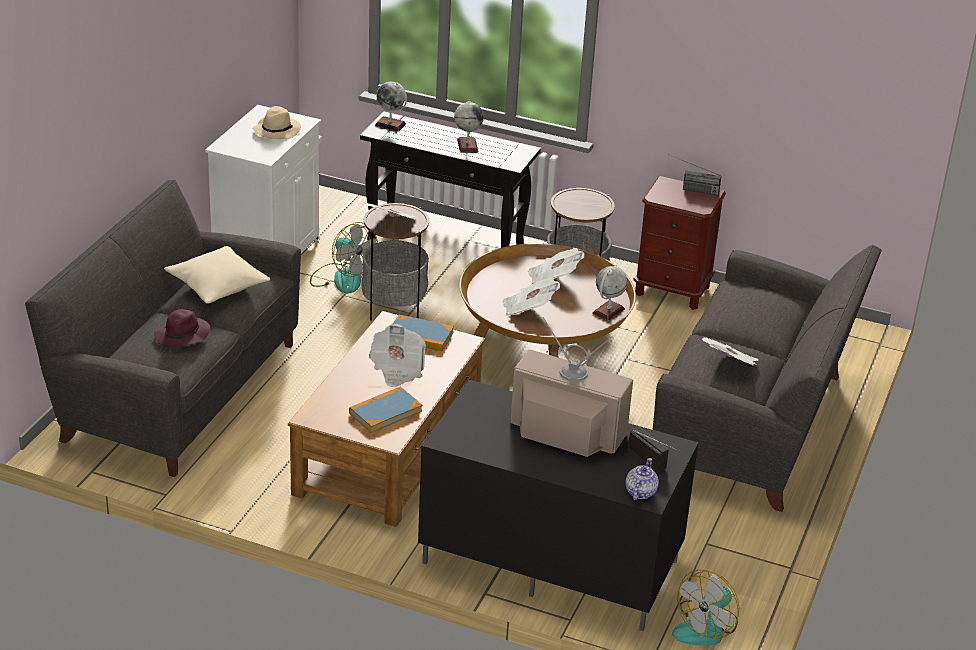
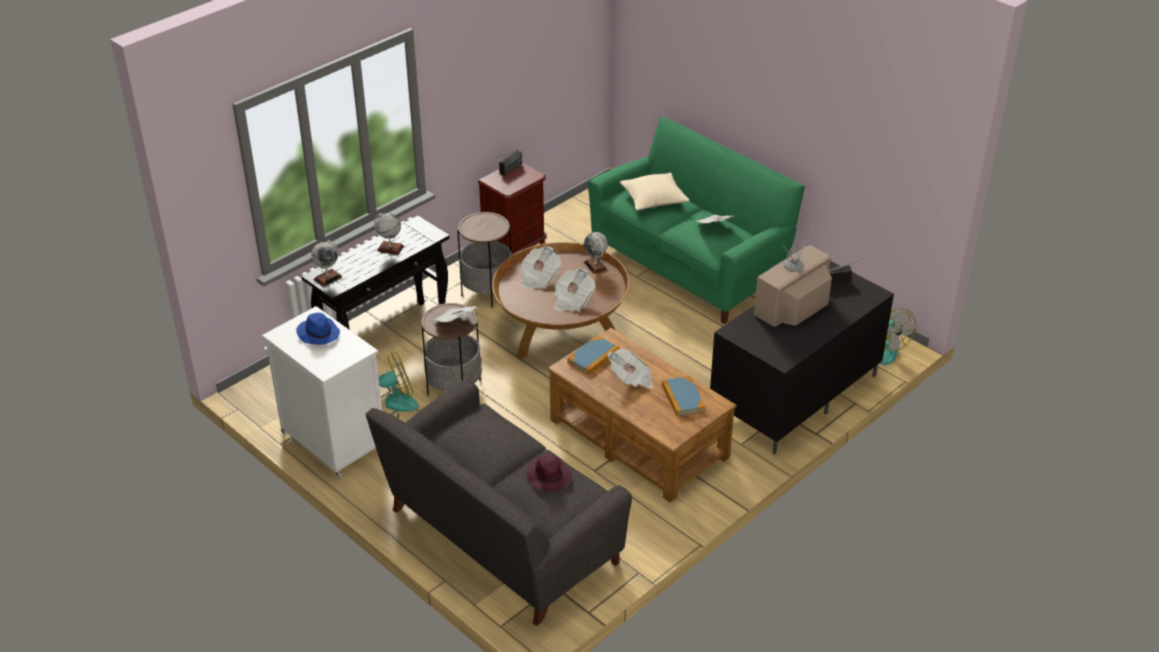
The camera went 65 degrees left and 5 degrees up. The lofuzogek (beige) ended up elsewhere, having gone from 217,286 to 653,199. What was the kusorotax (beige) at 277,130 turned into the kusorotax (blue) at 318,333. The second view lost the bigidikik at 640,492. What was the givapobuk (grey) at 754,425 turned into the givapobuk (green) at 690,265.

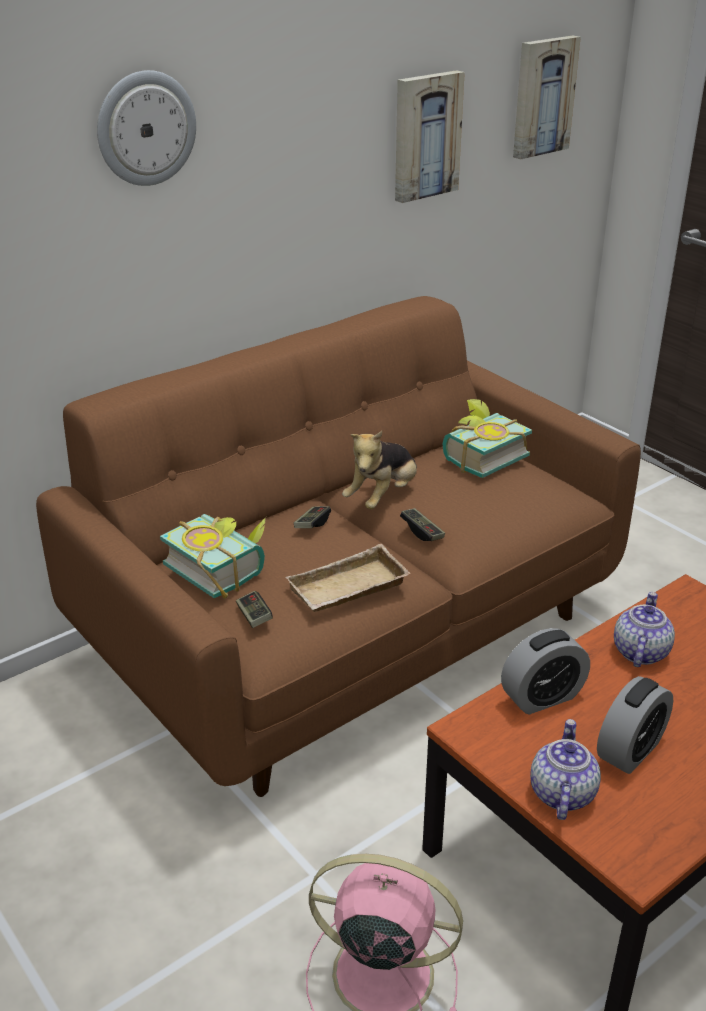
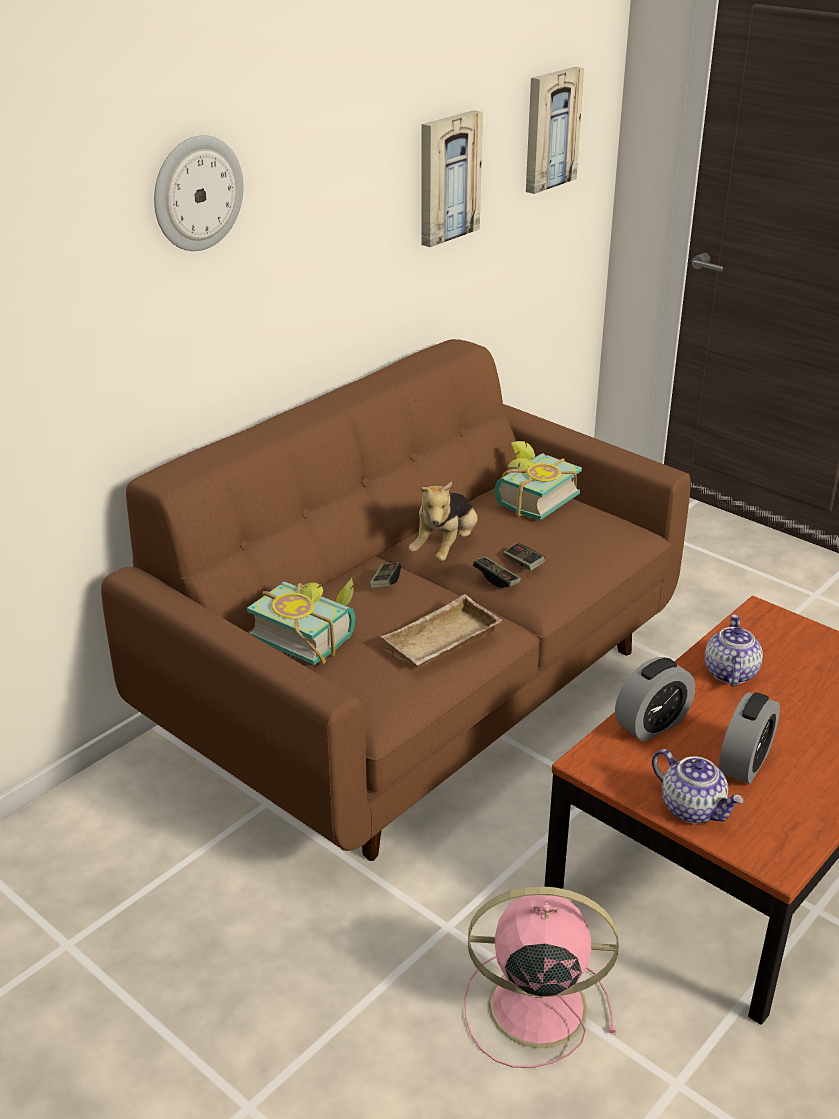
The camera went 10 degrees left and 0 degrees up. The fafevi ended up elsewhere, having gone from 254,616 to 523,563. The bigidikik at 561,793 ended up facing another way, 135 degrees clockwise from before.

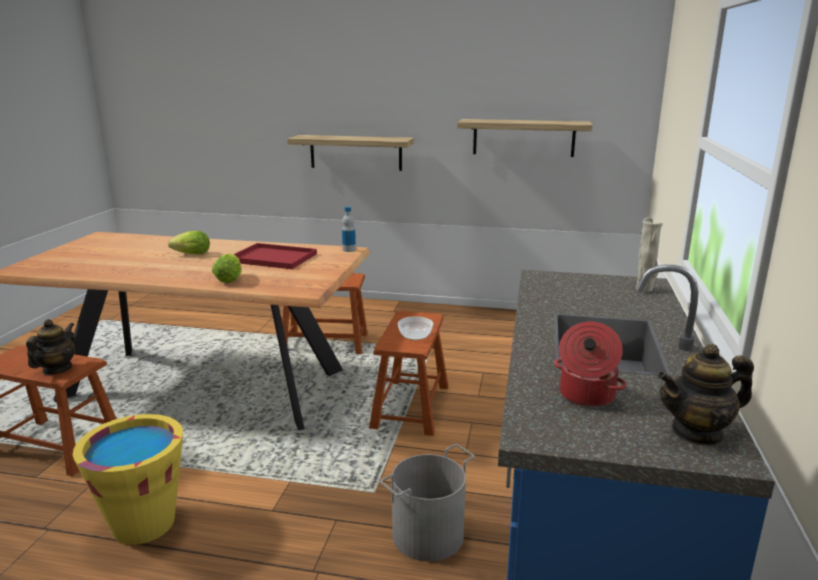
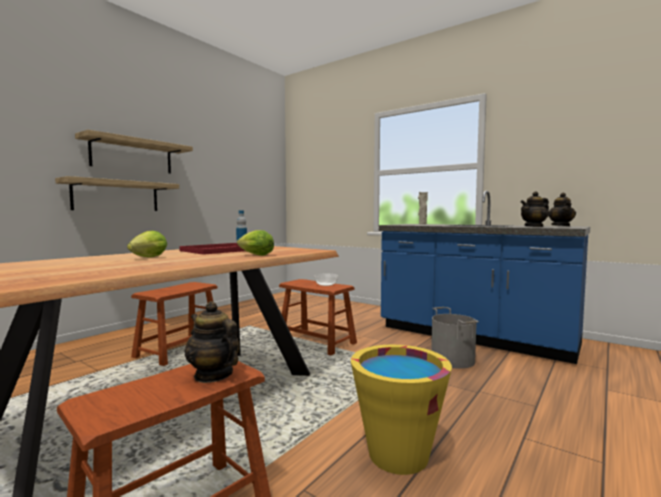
The camera went 65 degrees left and 15 degrees down. The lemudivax ended up elsewhere, having gone from 523,137 to 132,156. Where the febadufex stood at 585,396, the bigidikik came to stand at 534,226.

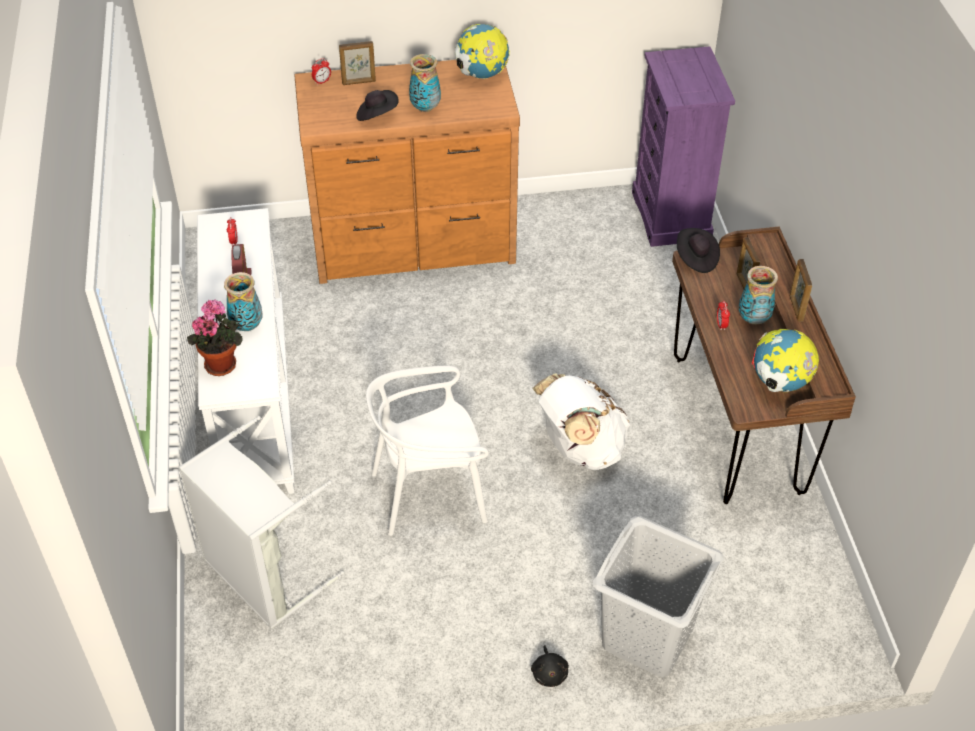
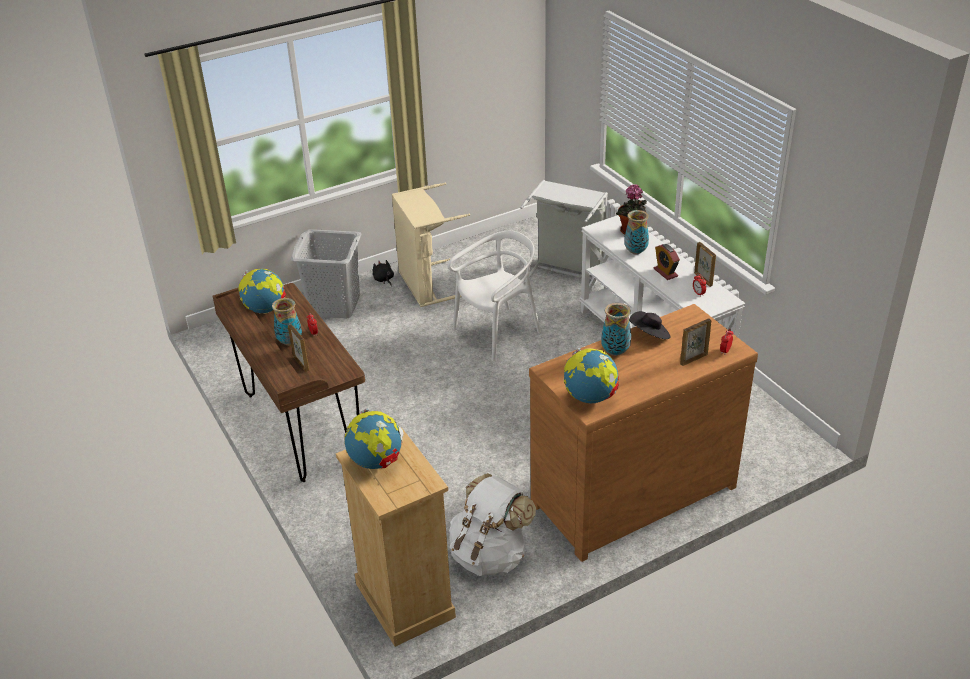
The camera went 160 degrees right and 10 degrees down. The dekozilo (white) ended up elsewhere, having gone from 580,448 to 490,554. What was the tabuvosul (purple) at 671,216 turned into the tabuvosul (beige) at 404,600. The second view lost the kusorotax (black) at 696,259. The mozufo ended up elsewhere, having gone from 796,308 to 703,279. The second view gained the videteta at 376,462. The second view gained the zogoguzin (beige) at 427,285.

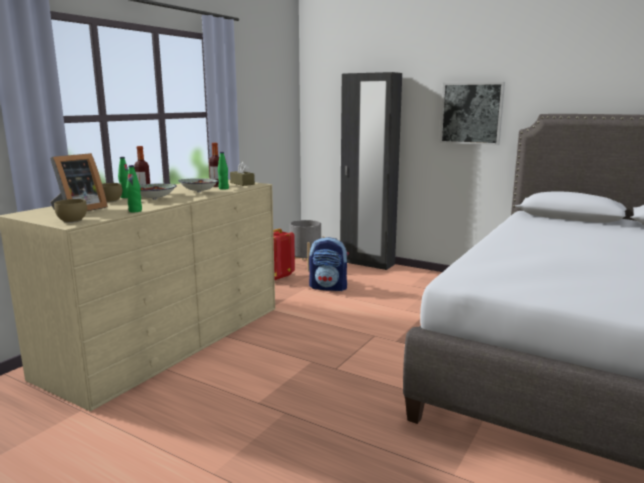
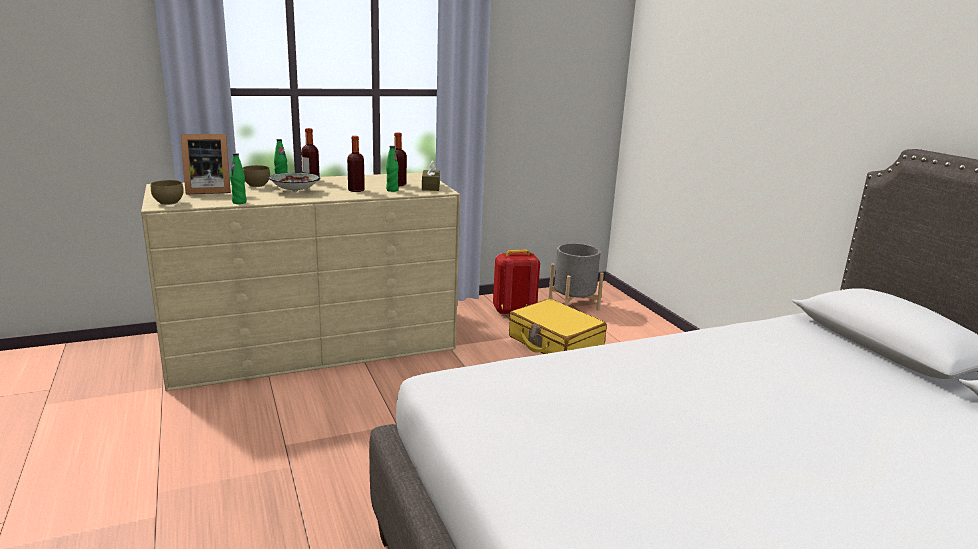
The camera went 35 degrees right and 5 degrees up. Where the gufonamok stood at 198,192, the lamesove came to stand at 356,190. Where the dekozilo stood at 329,287, the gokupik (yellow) came to stand at 555,343. The second view lost the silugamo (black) at 367,263. The second view lost the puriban at 471,113.

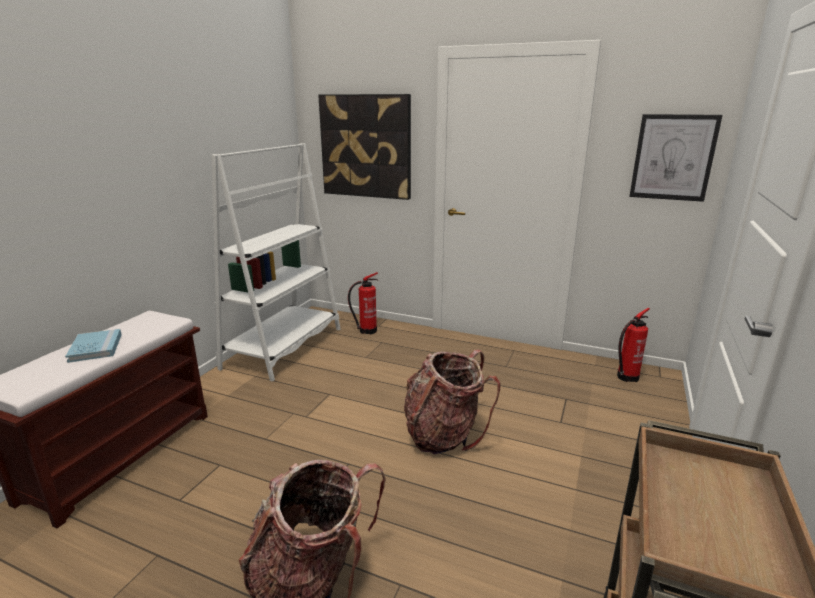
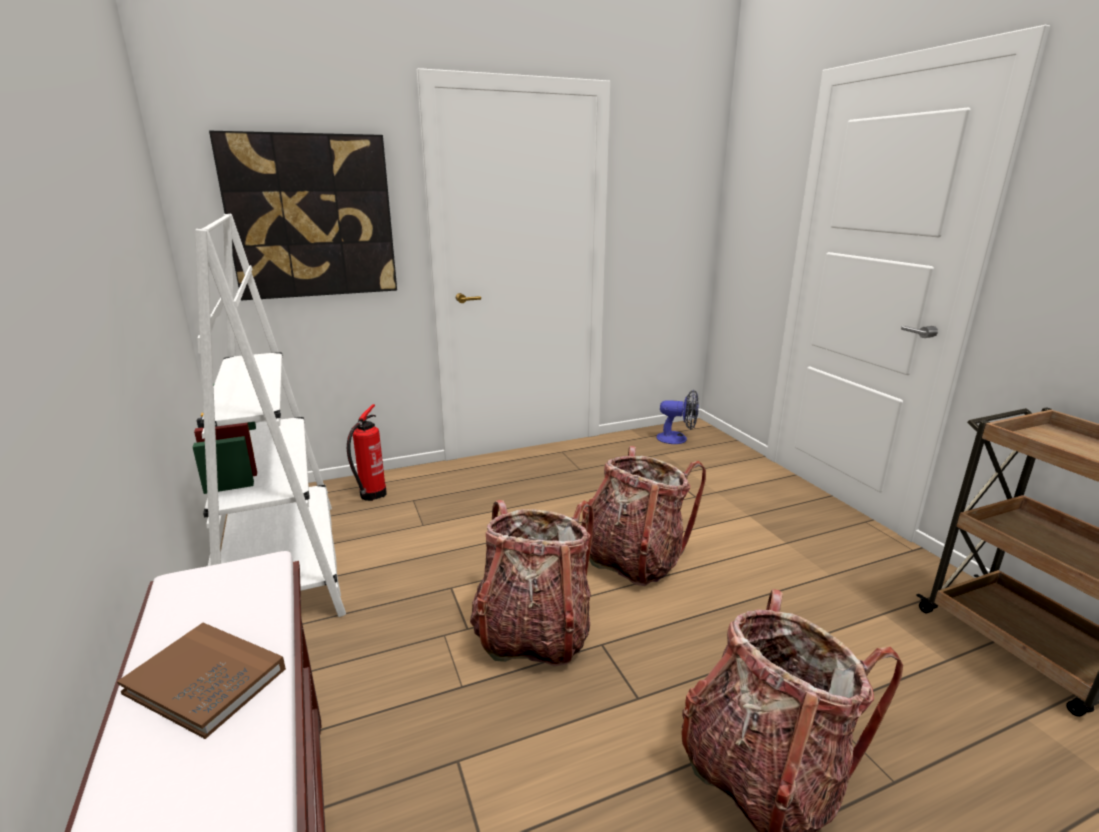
The camera went 45 degrees left and 0 degrees up. What was the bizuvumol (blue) at 95,347 turned into the bizuvumol (brown) at 205,681. Where the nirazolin stood at 626,377, the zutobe came to stand at 677,439. The second view lost the puriban at 673,157. The second view gained the dekozilo at 533,633.

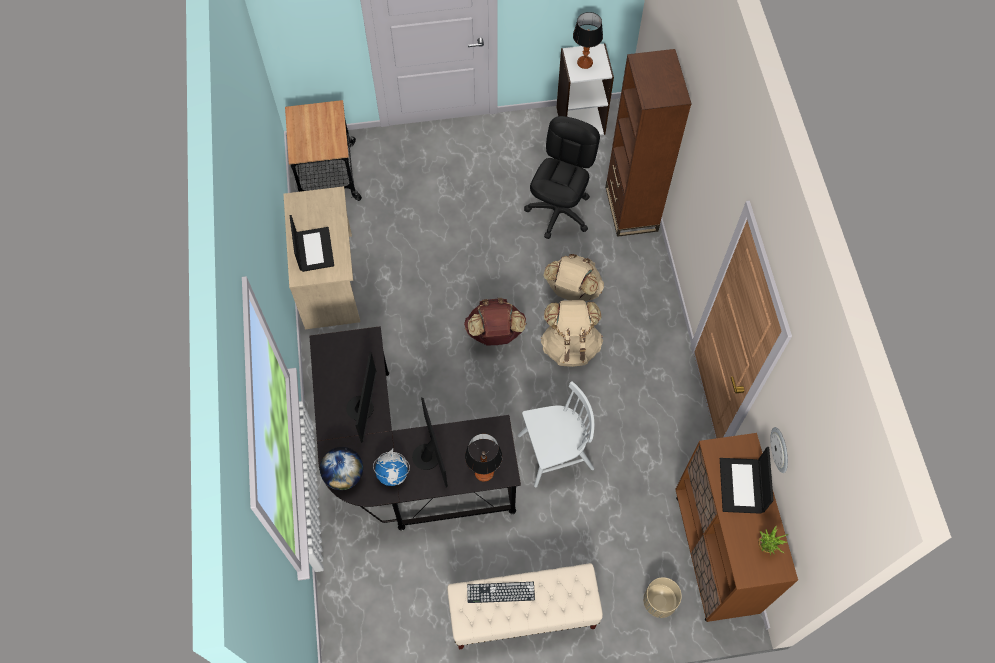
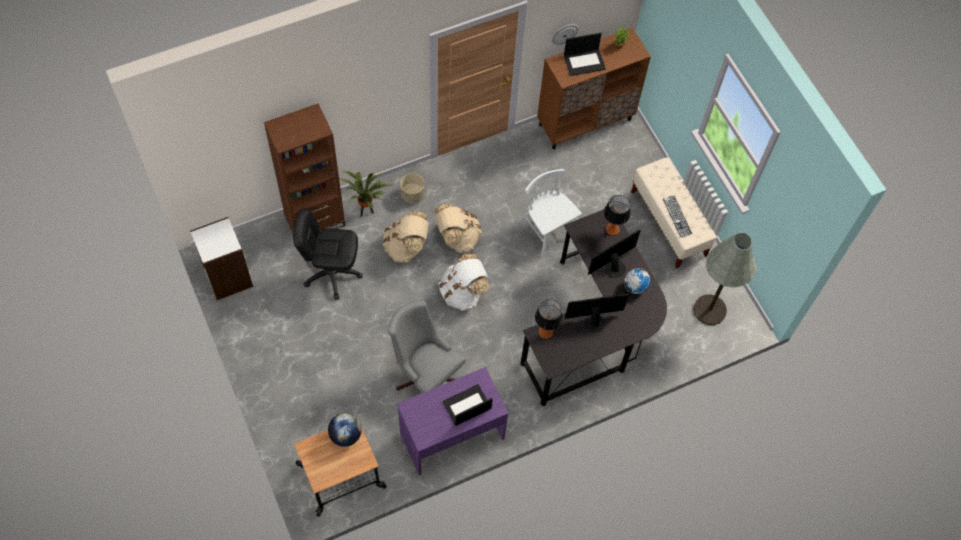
The camera went 110 degrees left and 0 degrees up. What was the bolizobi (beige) at 330,280 turned into the bolizobi (purple) at 451,435. The videteta ended up elsewhere, having gone from 344,475 to 345,435. What was the dekozilo (brown) at 495,334 turned into the dekozilo (white) at 463,293. The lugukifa ended up elsewhere, having gone from 585,63 to 545,332. The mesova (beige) ended up elsewhere, having gone from 659,602 to 412,195. The second view gained the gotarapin at 366,212. The second view gained the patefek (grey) at 425,374. The second view gained the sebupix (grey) at 709,310.

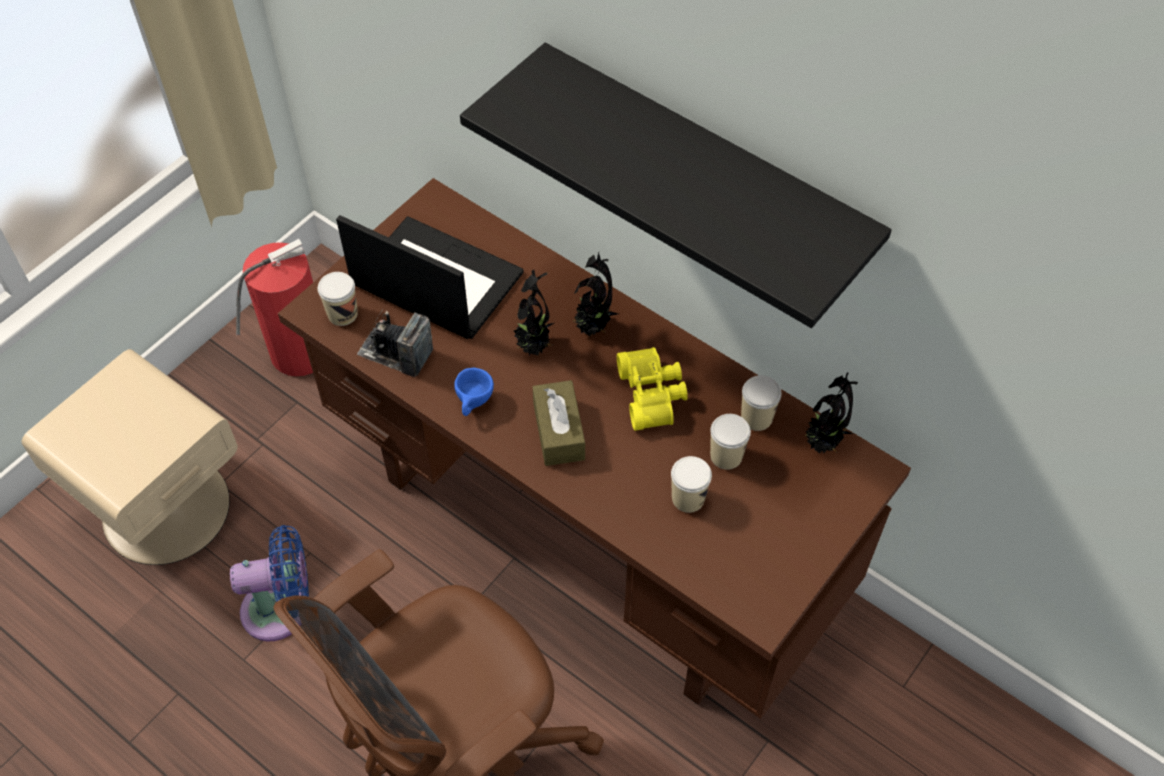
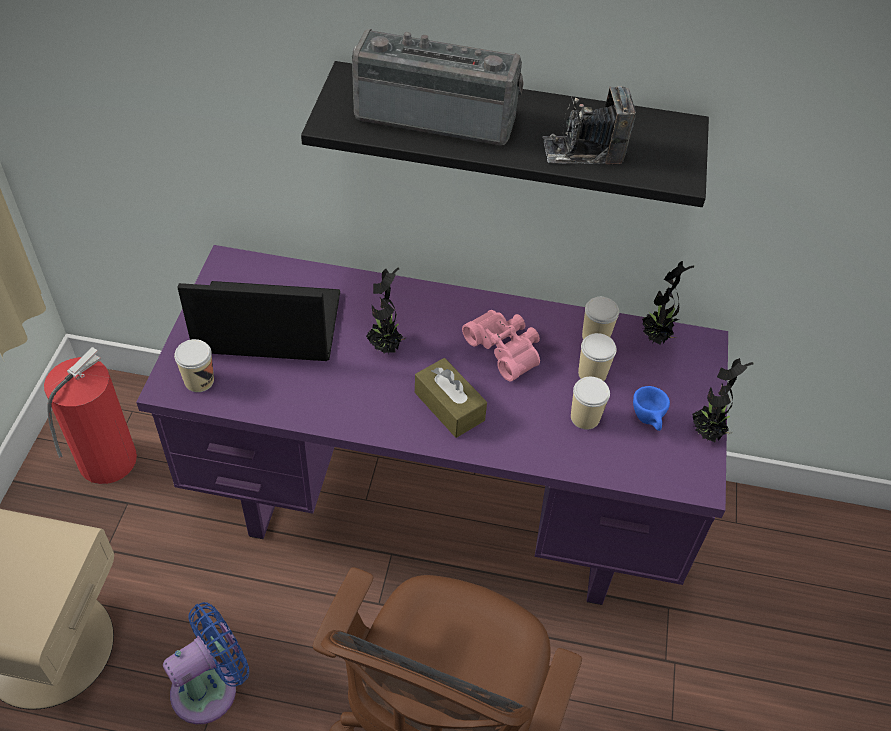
The camera went 30 degrees left and 5 degrees down. What was the bolizobi (brown) at 585,534 turned into the bolizobi (purple) at 437,510. The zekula ended up elsewhere, having gone from 396,353 to 583,150. The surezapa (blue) ended up elsewhere, having gone from 474,405 to 648,421. The gotarapin ended up elsewhere, having gone from 593,327 to 707,433. What was the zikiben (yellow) at 653,394 turned into the zikiben (pink) at 506,349. The second view gained the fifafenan at 437,115.

